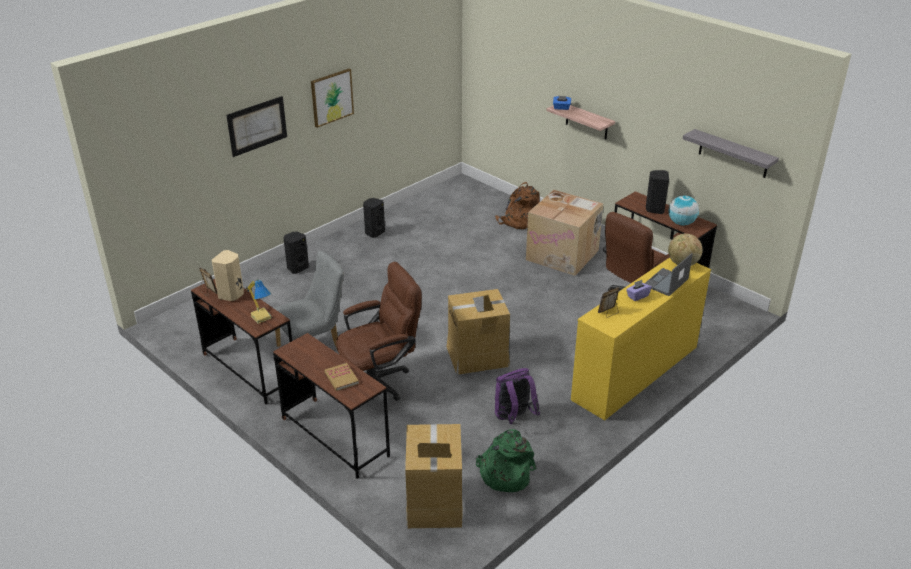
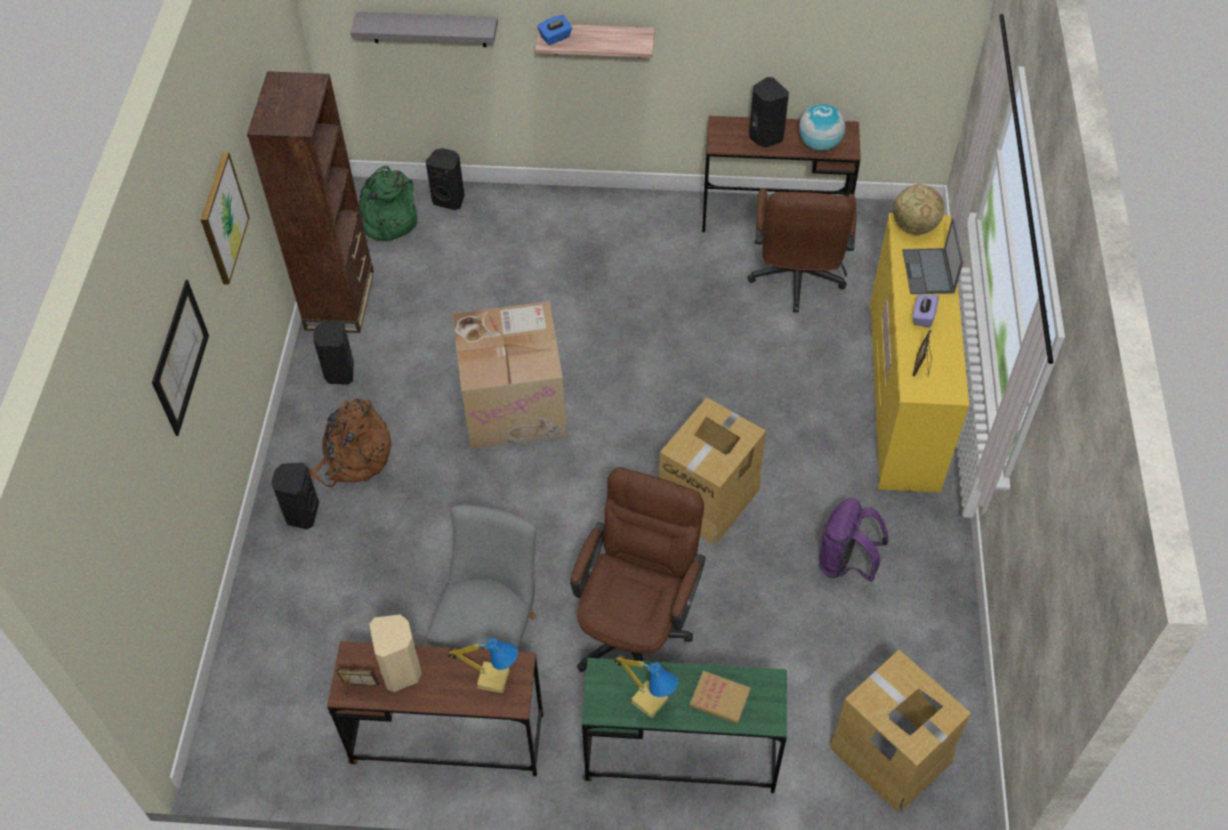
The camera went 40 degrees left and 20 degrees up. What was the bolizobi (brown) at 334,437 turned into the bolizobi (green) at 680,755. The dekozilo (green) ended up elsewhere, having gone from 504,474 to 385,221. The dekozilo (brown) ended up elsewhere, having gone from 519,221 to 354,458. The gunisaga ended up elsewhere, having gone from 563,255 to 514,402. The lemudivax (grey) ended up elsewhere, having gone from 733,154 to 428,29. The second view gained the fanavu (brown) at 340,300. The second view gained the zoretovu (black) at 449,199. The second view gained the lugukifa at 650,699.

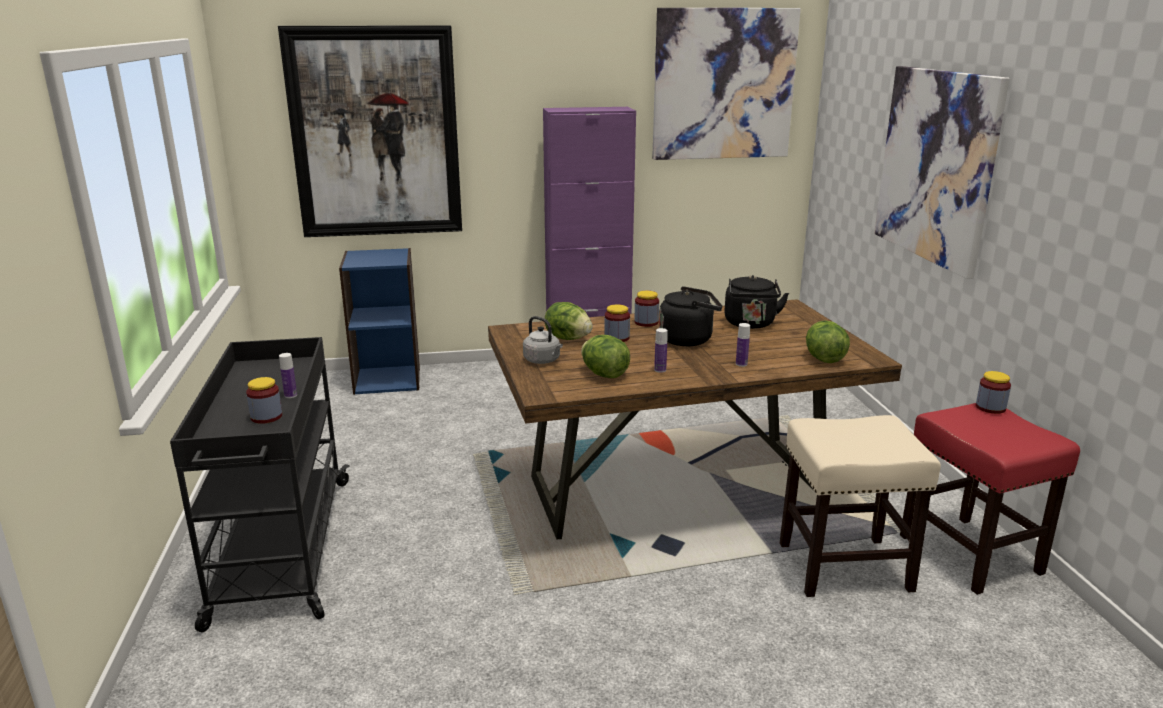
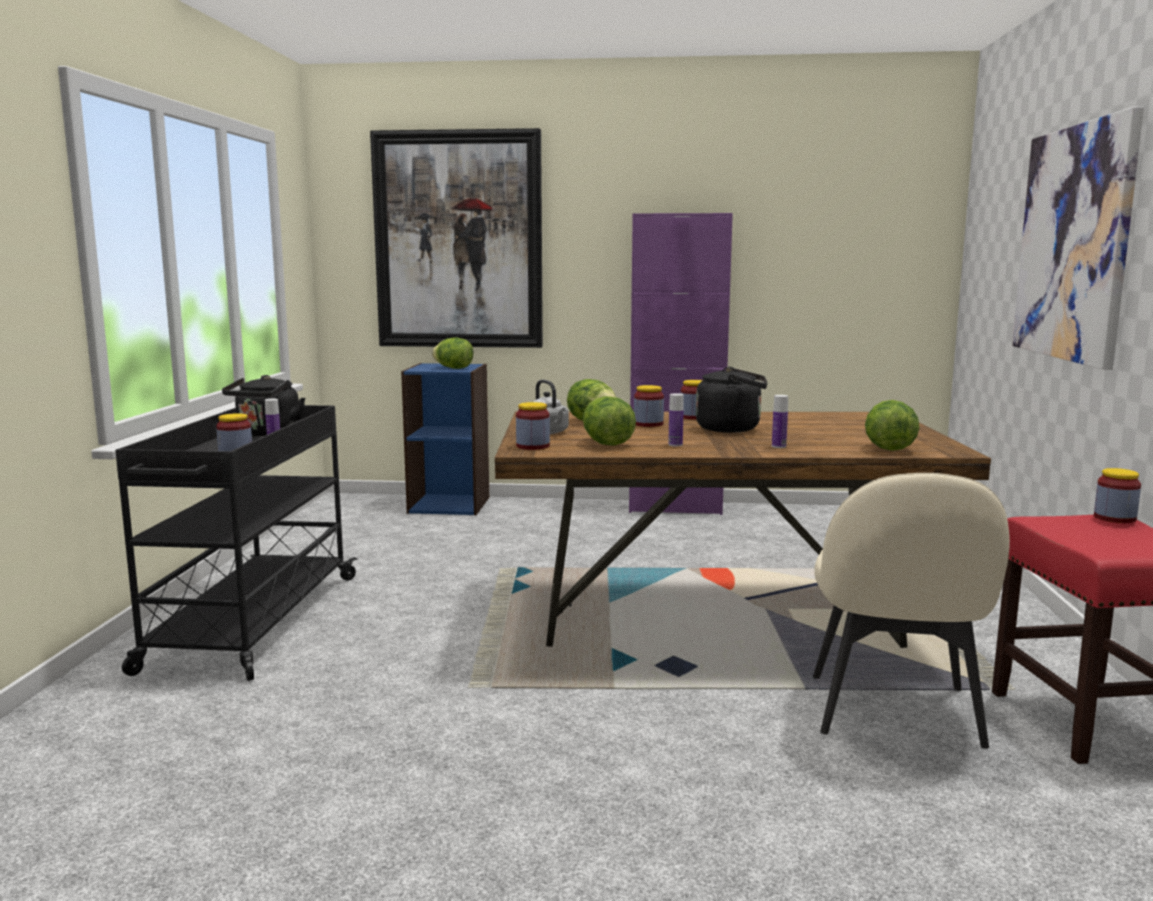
The camera went 15 degrees right and 10 degrees down. The second view lost the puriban at 724,84. The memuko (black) ended up elsewhere, having gone from 750,324 to 267,434. Where the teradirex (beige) stood at 843,567, the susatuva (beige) came to stand at 894,713. The second view gained the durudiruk at 453,368. The second view gained the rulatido at 533,446.

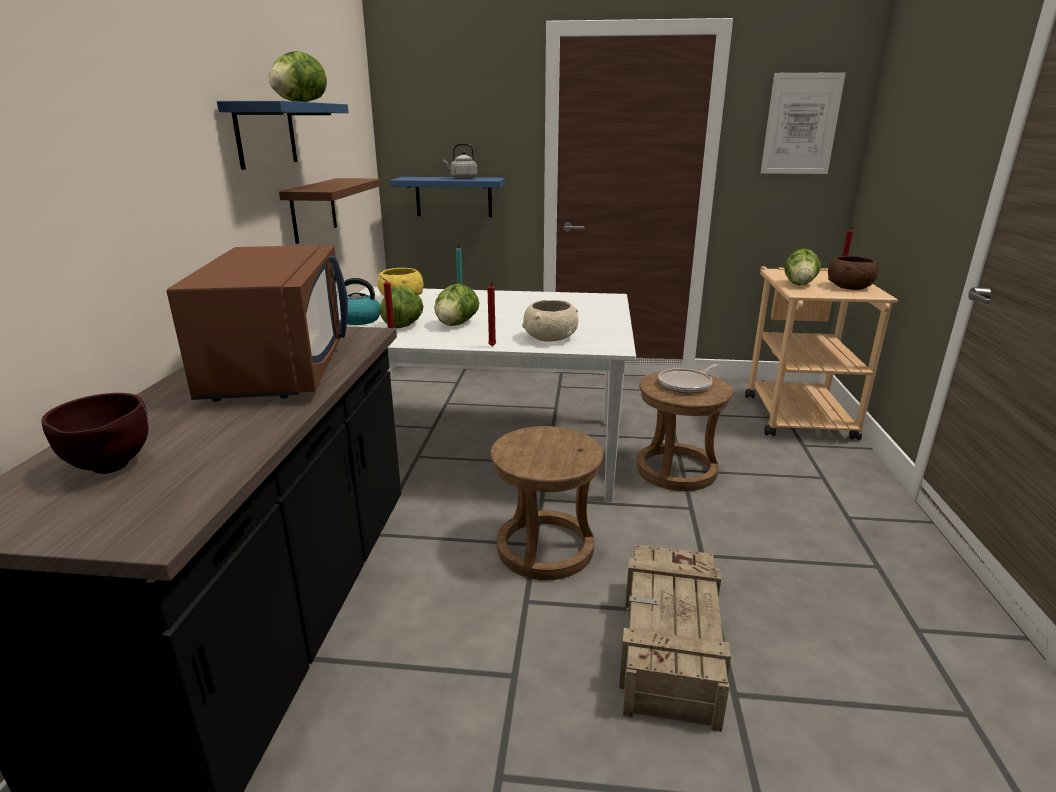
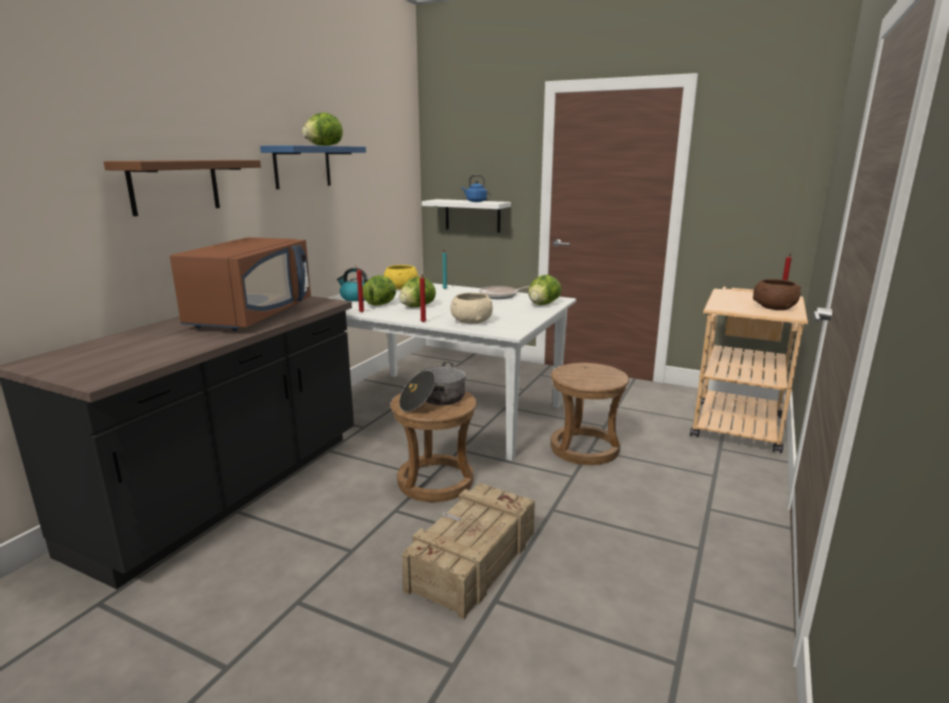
The camera went 20 degrees right and 5 degrees down. The second view lost the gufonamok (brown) at 109,469. The lemudivax (brown) ended up elsewhere, having gone from 313,209 to 174,186. What was the lemudivax (blue) at 453,197 turned into the lemudivax (white) at 472,215. What was the memuko (grey) at 462,178 turned into the memuko (blue) at 475,201. The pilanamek ended up elsewhere, having gone from 686,384 to 500,295. The second view lost the puriban at 801,124. The durudiruk ended up elsewhere, having gone from 799,284 to 543,304. The second view gained the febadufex at 433,401.

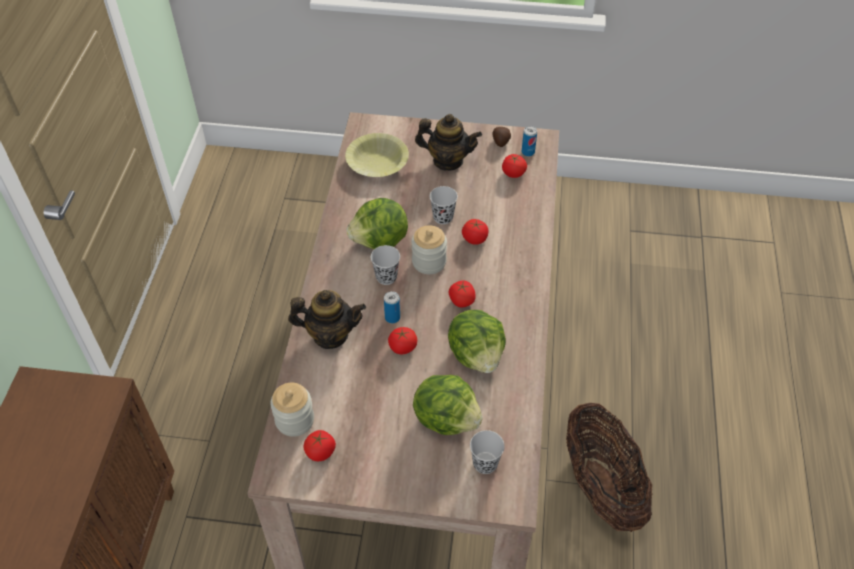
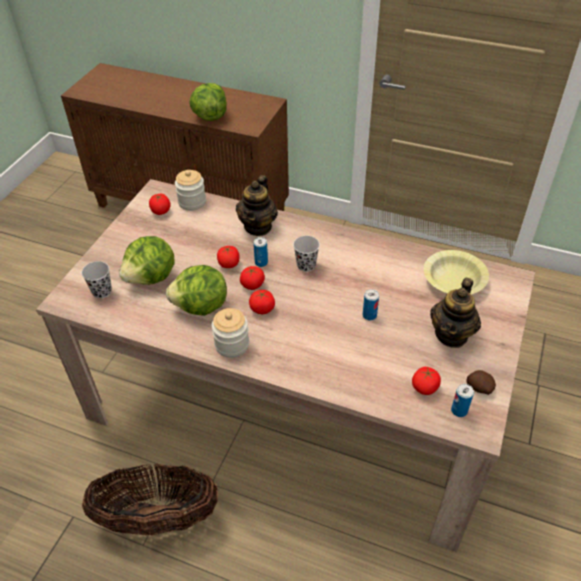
The camera went 105 degrees right and 5 degrees down. The durudiruk ended up elsewhere, having gone from 380,241 to 210,116. The rulatido ended up elsewhere, having gone from 429,262 to 232,344. Where the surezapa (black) stood at 443,217, the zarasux came to stand at 369,315. The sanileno ended up elsewhere, having gone from 474,239 to 252,285.

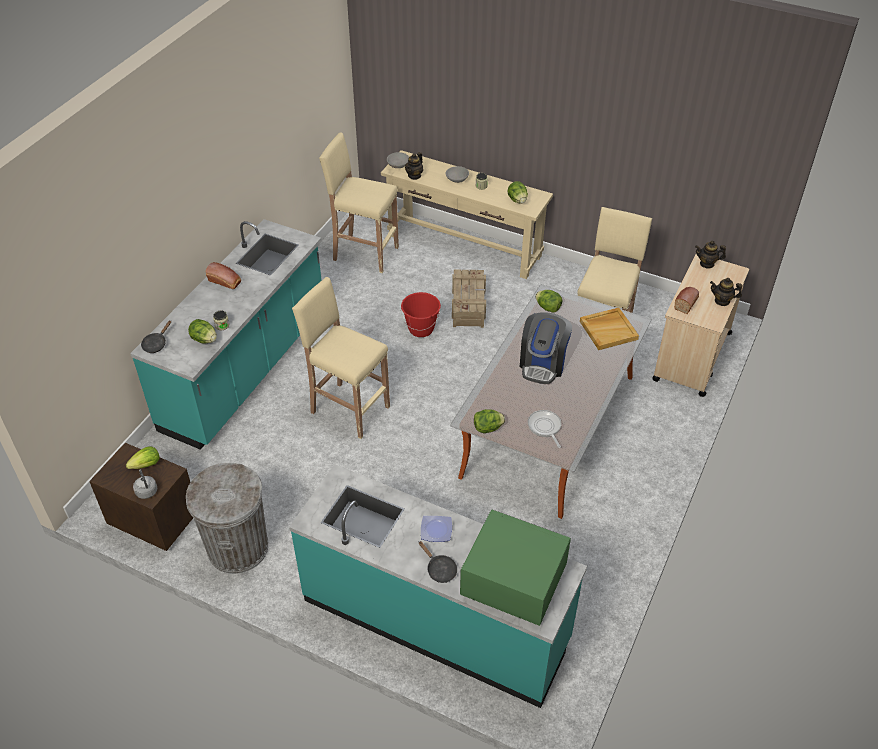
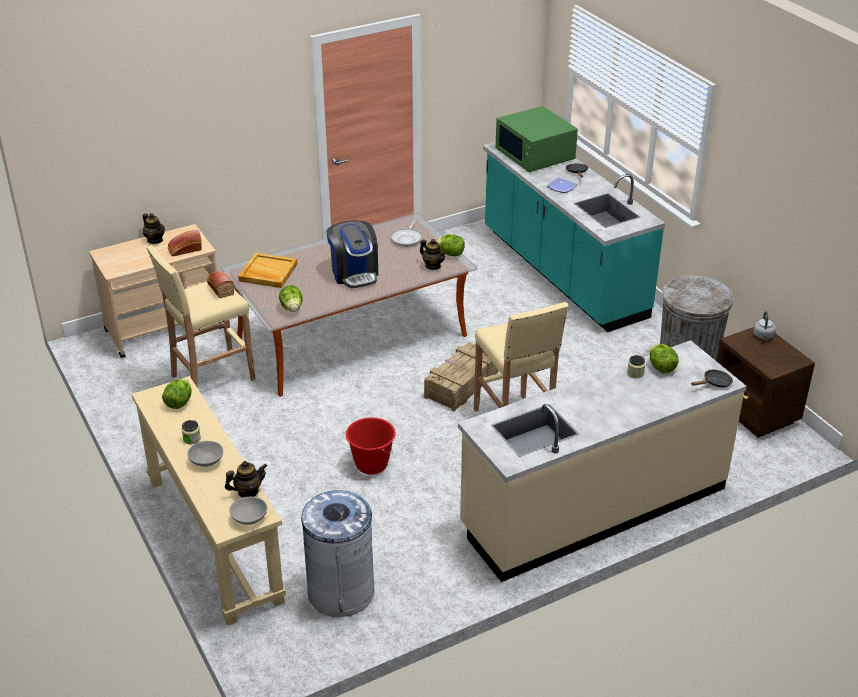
The camera went 145 degrees left and 10 degrees down. The second view lost the durudiruk at 146,465. What was the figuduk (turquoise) at 247,370 turned into the figuduk (beige) at 593,507. The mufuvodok ended up elsewhere, having gone from 225,282 to 220,288. Where the teradirex (beige) stood at 364,253, the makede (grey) came to stand at 341,591. The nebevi ended up elsewhere, having gone from 468,304 to 460,385. The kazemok at 543,363 ended up facing another way, 105 degrees clockwise from before. The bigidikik ended up elsewhere, having gone from 707,263 to 433,266.

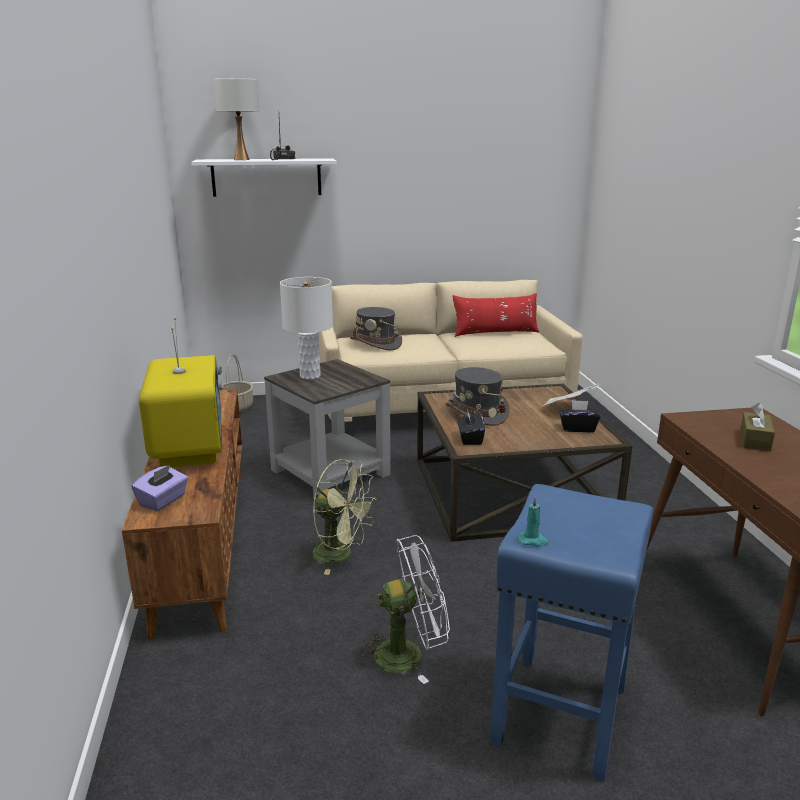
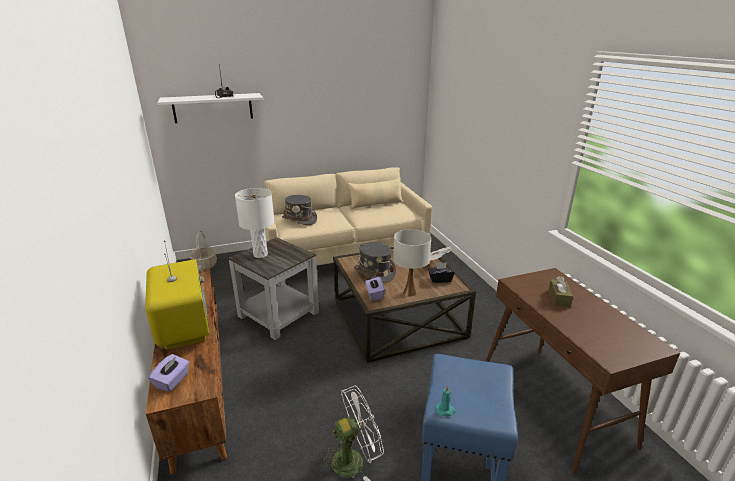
The camera went 10 degrees left and 5 degrees up. The lugukifa (white) ended up elsewhere, having gone from 241,159 to 409,293. The second view lost the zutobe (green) at 341,555. What was the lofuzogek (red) at 495,333 turned into the lofuzogek (beige) at 376,204. What was the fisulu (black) at 470,438 turned into the fisulu (purple) at 374,295.

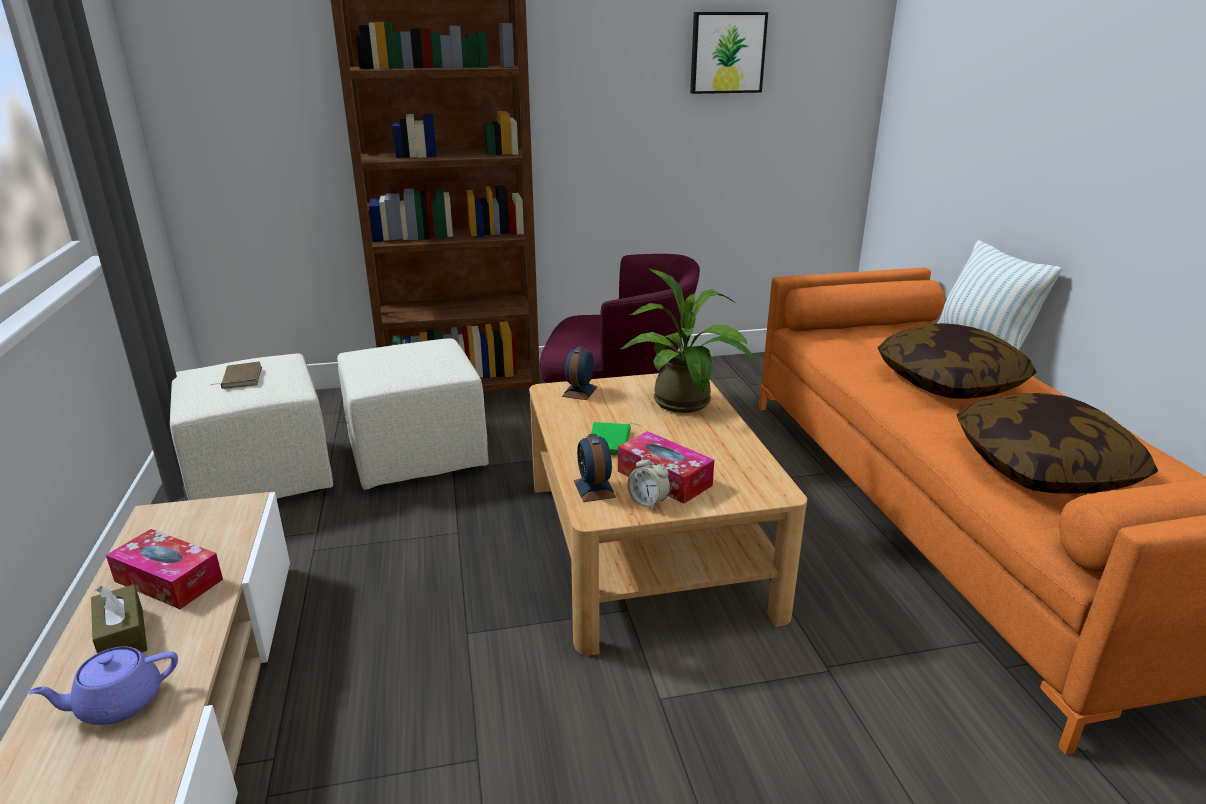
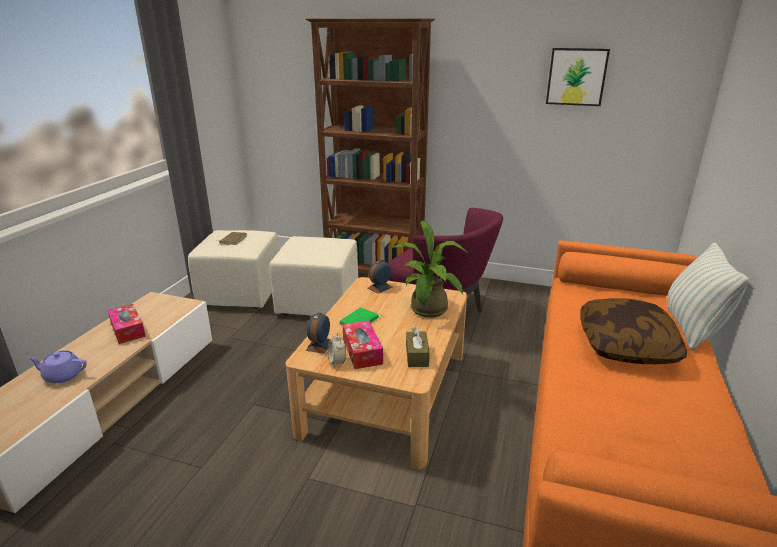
The camera went 30 degrees right and 0 degrees up. The fisulu (brown) ended up elsewhere, having gone from 123,636 to 417,355. The second view lost the lofuzogek at 1043,468.

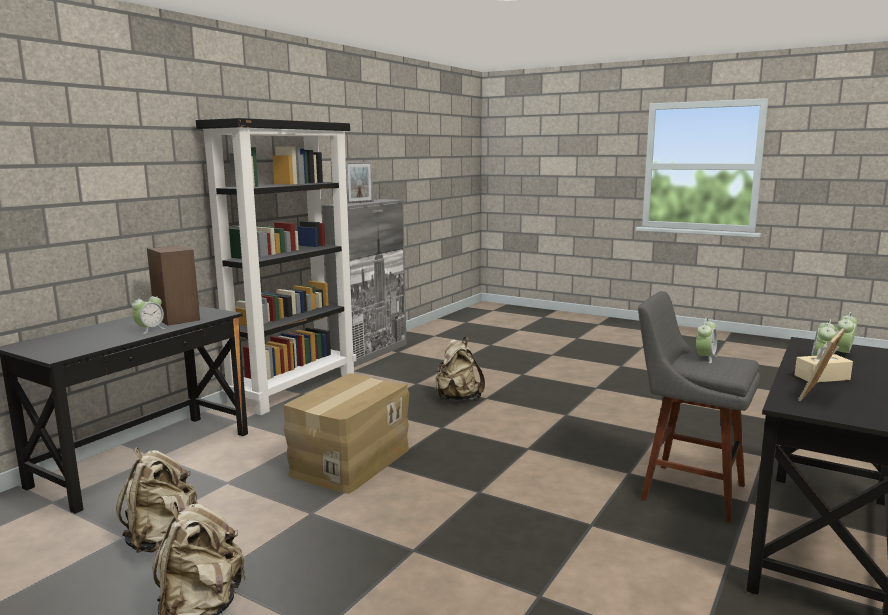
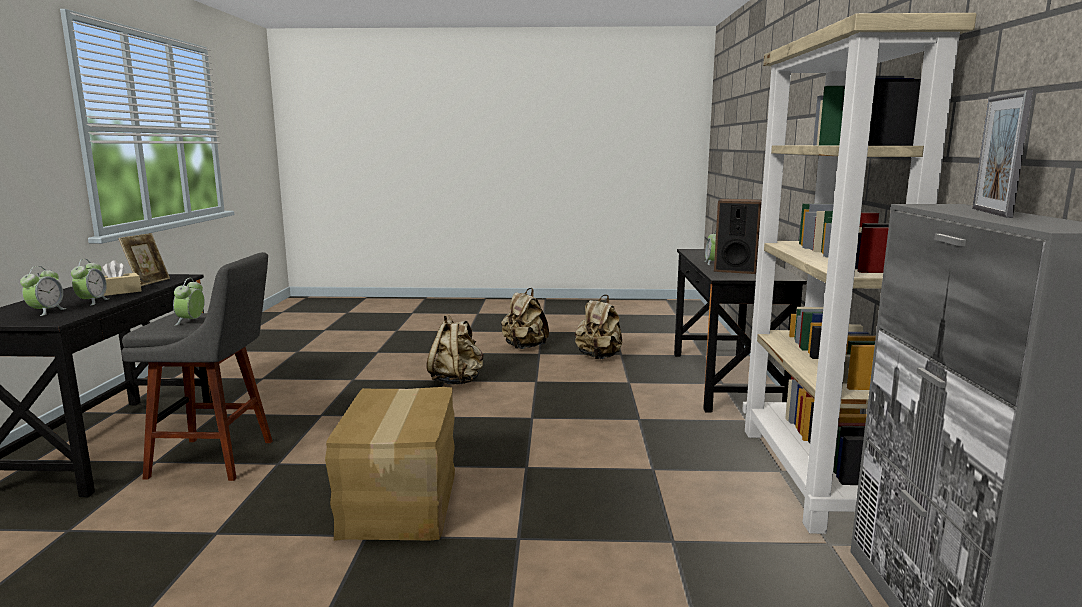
The camera went 150 degrees right and 0 degrees up. What was the fanavu (black) at 294,388 turned into the fanavu (beige) at 810,476. The gunisaga ended up elsewhere, having gone from 349,462 to 402,501. The dekozilo (beige) ended up elsewhere, having gone from 457,399 to 457,381.

